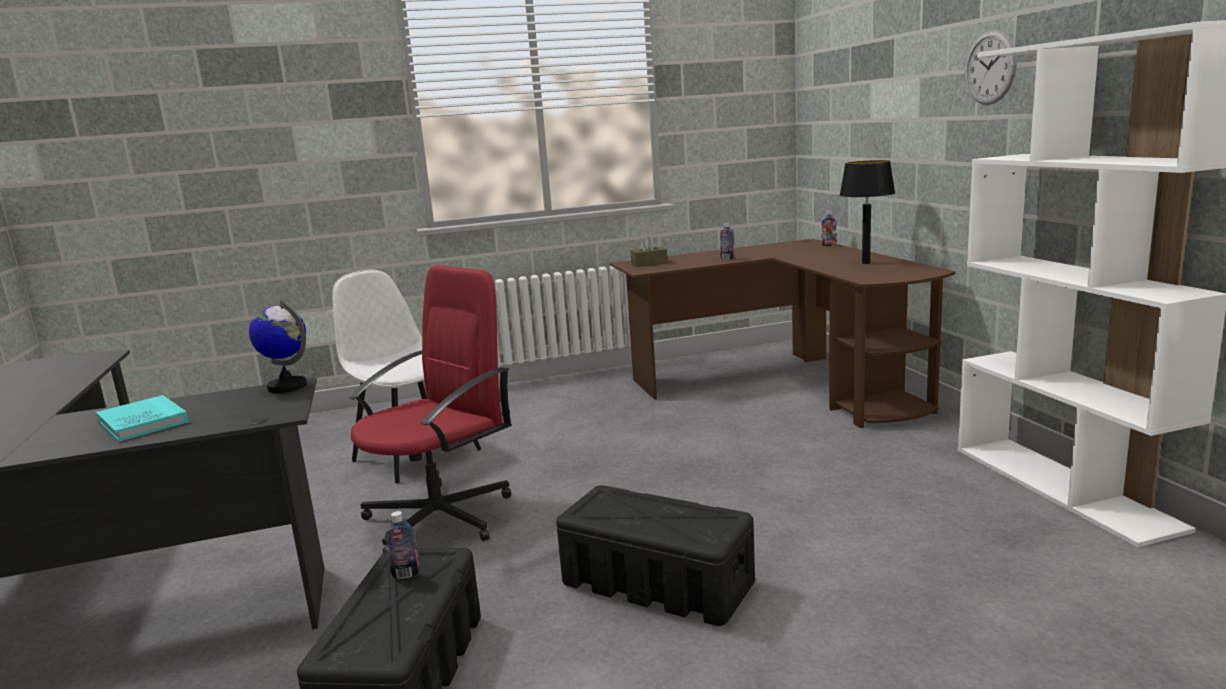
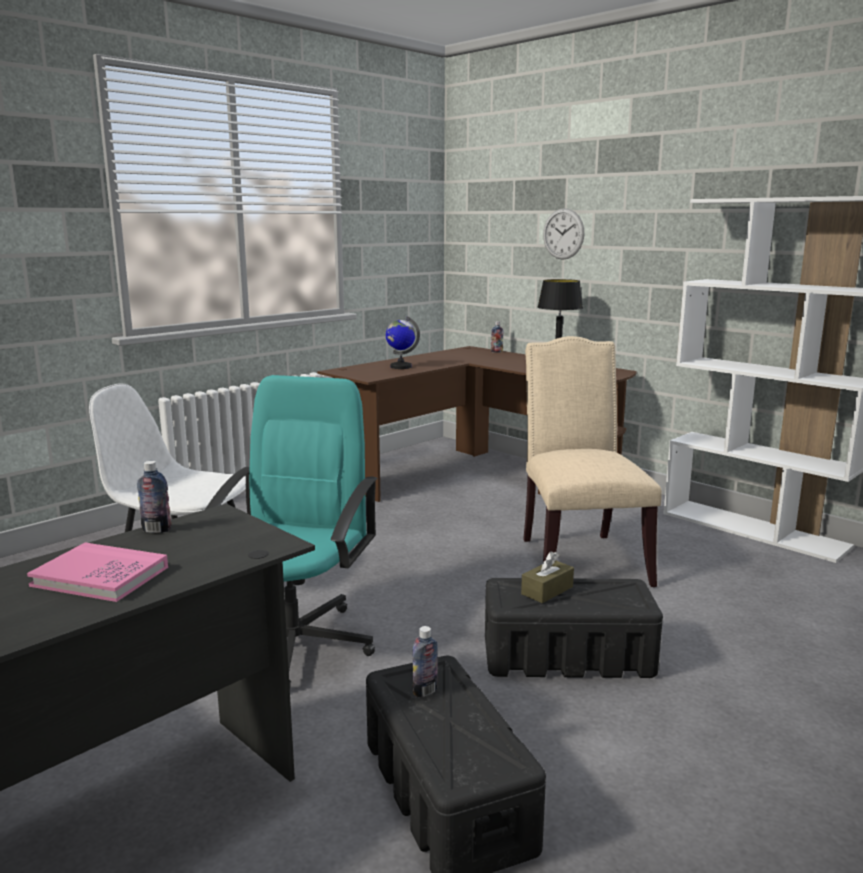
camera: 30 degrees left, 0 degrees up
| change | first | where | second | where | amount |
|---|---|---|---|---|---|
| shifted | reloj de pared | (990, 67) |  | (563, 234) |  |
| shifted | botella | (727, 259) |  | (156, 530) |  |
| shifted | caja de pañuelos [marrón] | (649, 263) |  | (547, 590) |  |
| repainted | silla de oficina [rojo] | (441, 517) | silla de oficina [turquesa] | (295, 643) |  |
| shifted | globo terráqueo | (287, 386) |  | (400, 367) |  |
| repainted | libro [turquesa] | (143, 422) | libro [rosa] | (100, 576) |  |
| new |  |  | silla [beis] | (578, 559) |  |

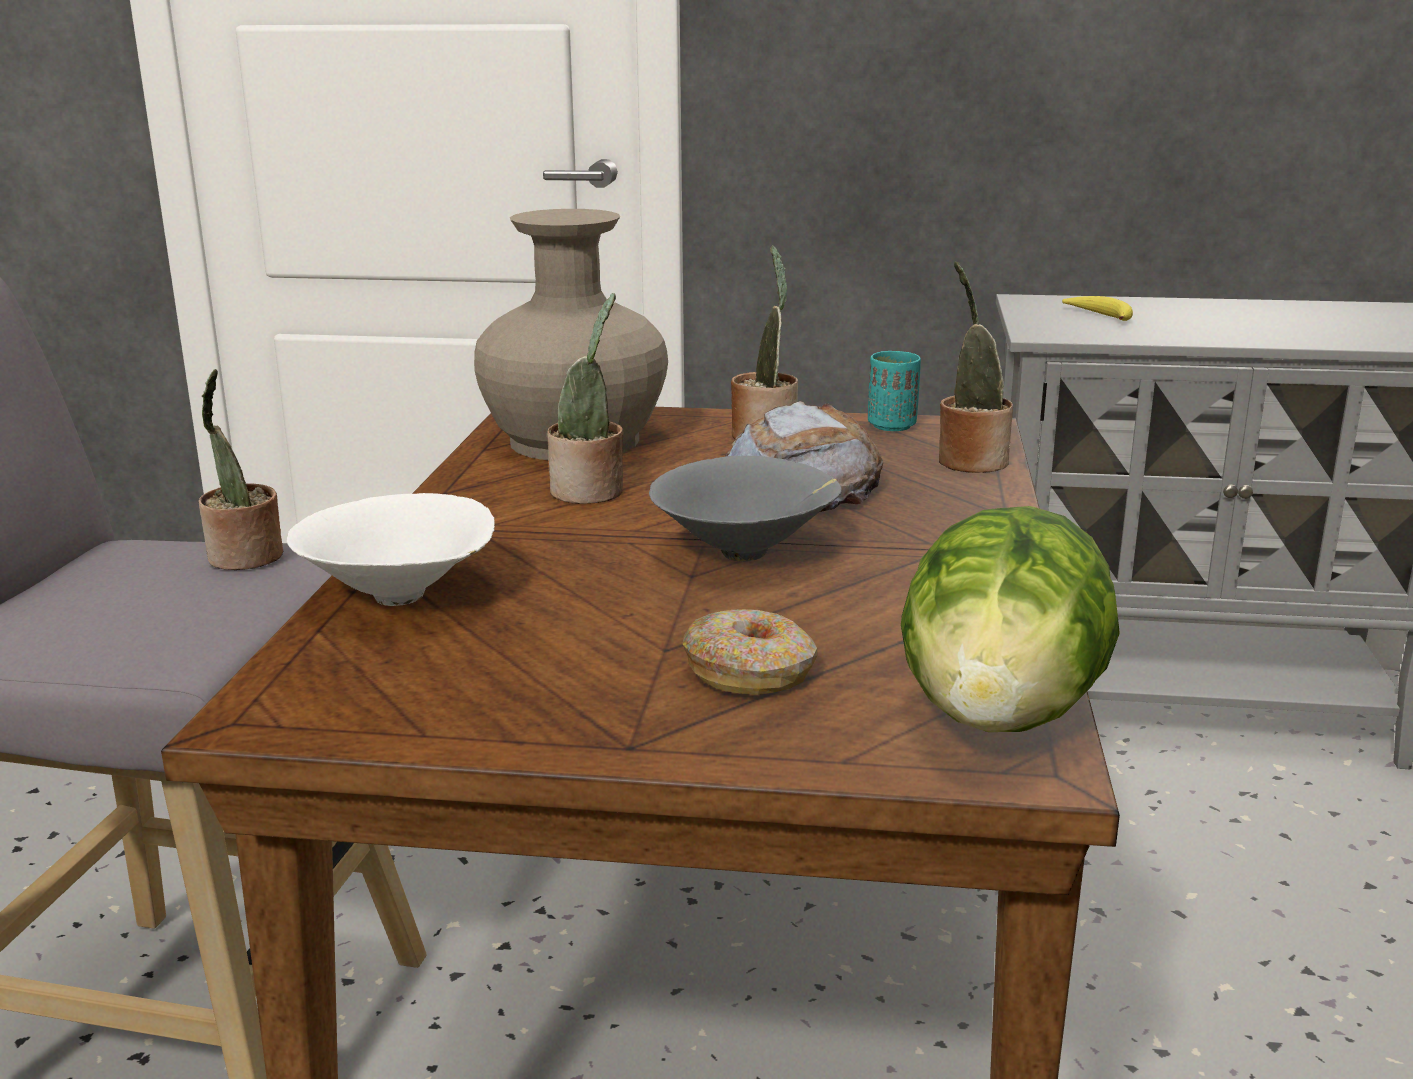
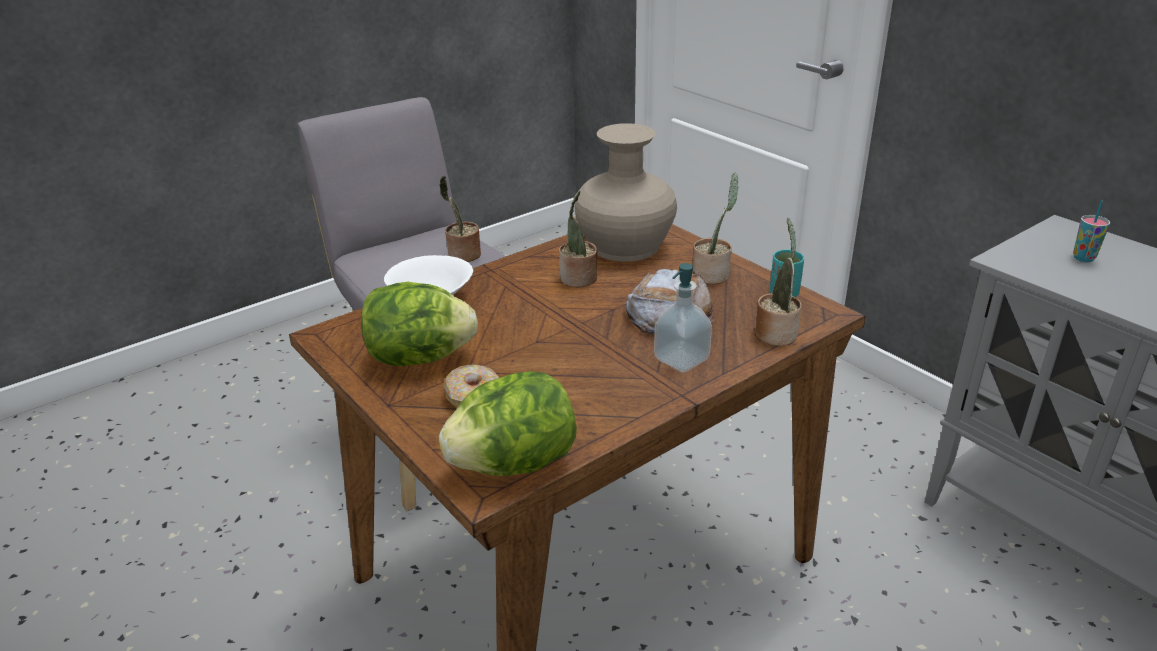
camera: 45 degrees right, 10 degrees up
| change | first | where | second | where | amount |
|---|---|---|---|---|---|
| swapped | plátano | (1100, 316) | taza | (1083, 258) |  |
| gone | cuenco [gris] | (748, 553) |  |  |  |
| new |  |  | dispensador de jabón | (681, 359) |  |
| new |  |  | lechuga | (419, 358) |  |

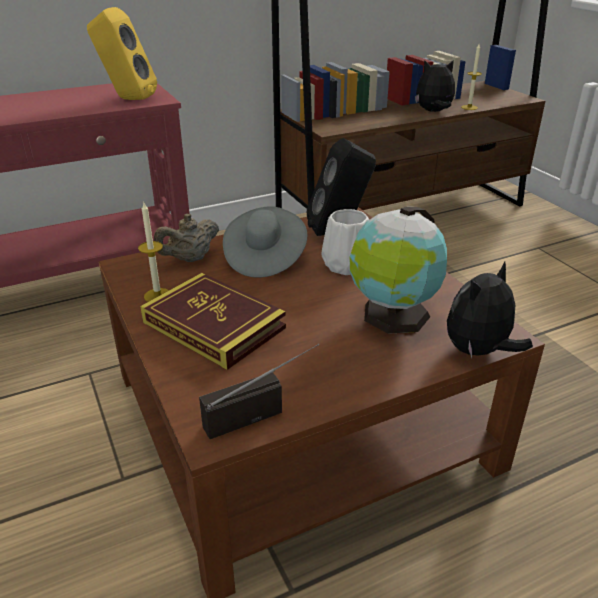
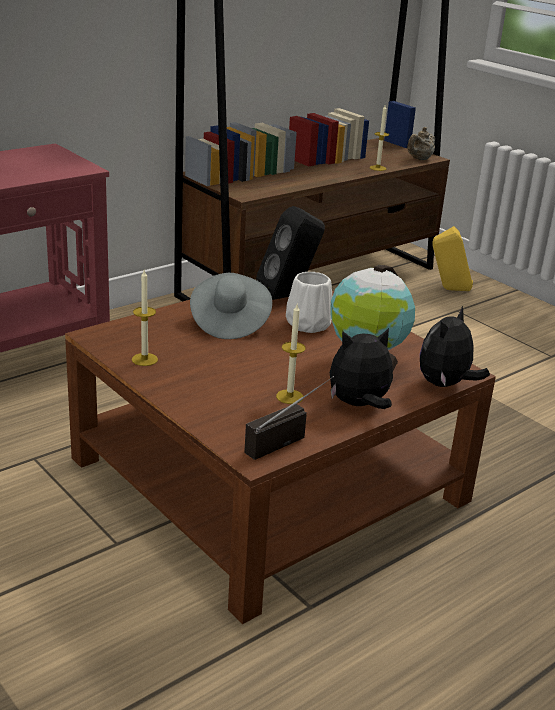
camera: 15 degrees left, 5 degrees down
| change | first | where | second | where | amount |
|---|---|---|---|---|---|
| shifted | altavoz [amarillo] | (127, 99) |  | (448, 289) |  |
| shifted | peluche | (433, 112) |  | (359, 405) |  |
| shifted | tetera [beis] | (190, 259) |  | (419, 159) |  |
| gone | libro | (214, 325) |  |  |  |
| new |  |  | vela | (289, 397) |  |

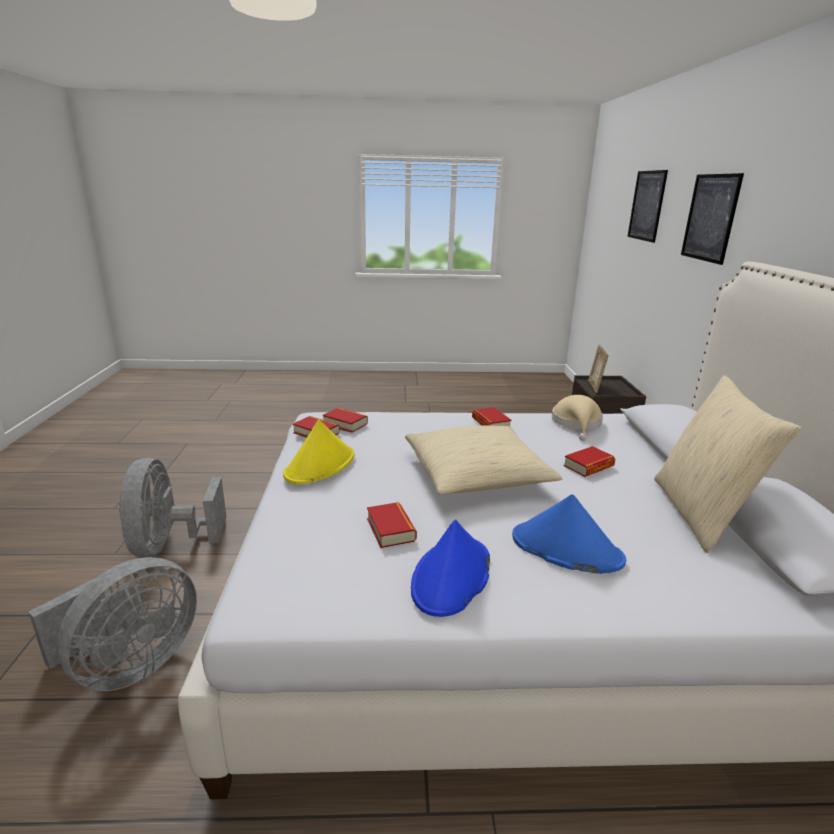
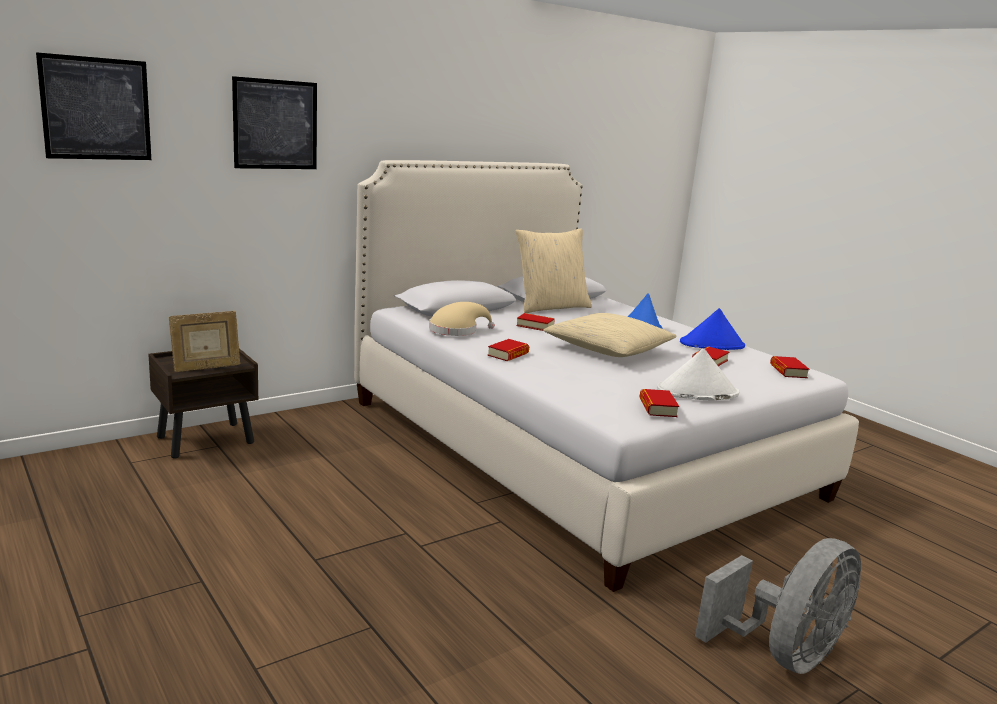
camera: 125 degrees left, 5 degrees down
| change | first | where | second | where | amount |
|---|---|---|---|---|---|
| shifted | libro | (345, 424) |  | (788, 371) |  |
| repainted | sombrero [amarillo] | (320, 465) | sombrero [blanco] | (697, 392) |  |
| gone | ventilador [gris] | (130, 666) |  |  |  |

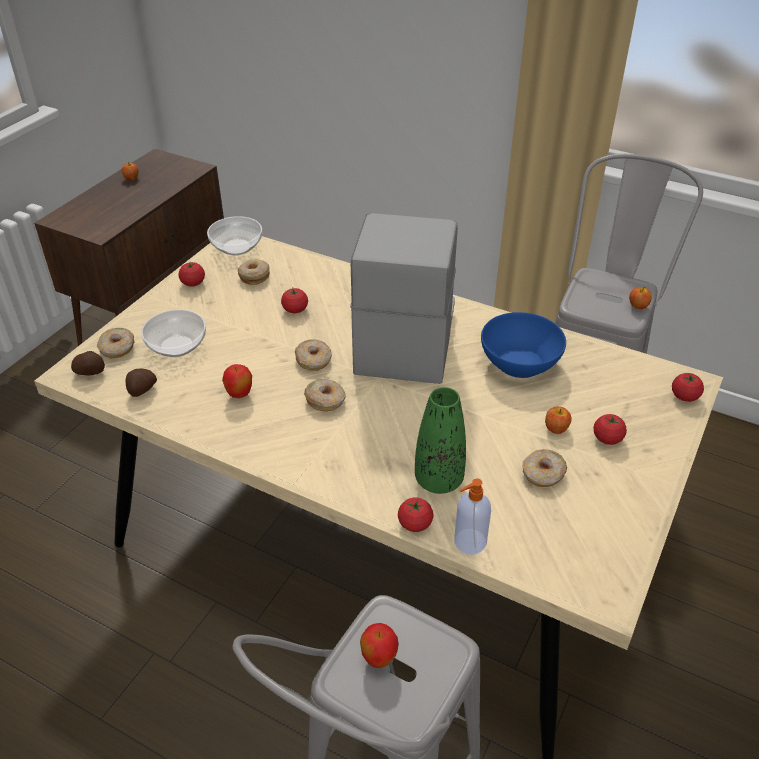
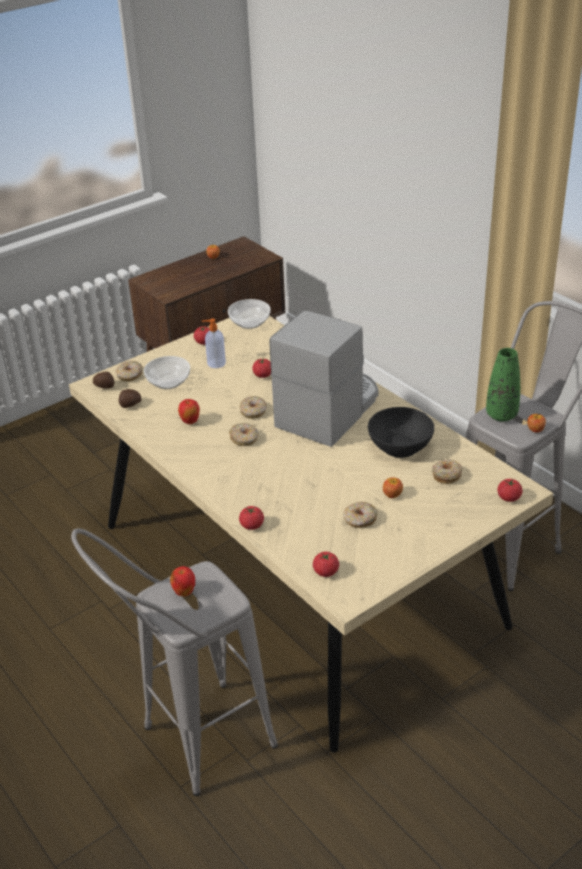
camera: 25 degrees right, 5 degrees down
| change | first | where | second | where | amount |
|---|---|---|---|---|---|
| shifted | rosquilla | (254, 276) |  | (446, 475) |  |
| repainted | cuenco [azul] | (520, 362) | cuenco [negro] | (400, 446) |  |
| shifted | florero [verde] | (438, 480) |  | (501, 415) |  |
| shifted | tomate | (607, 438) |  | (326, 572) |  |
| shifted | dispensador de jabón | (469, 542) |  | (215, 363) |  |

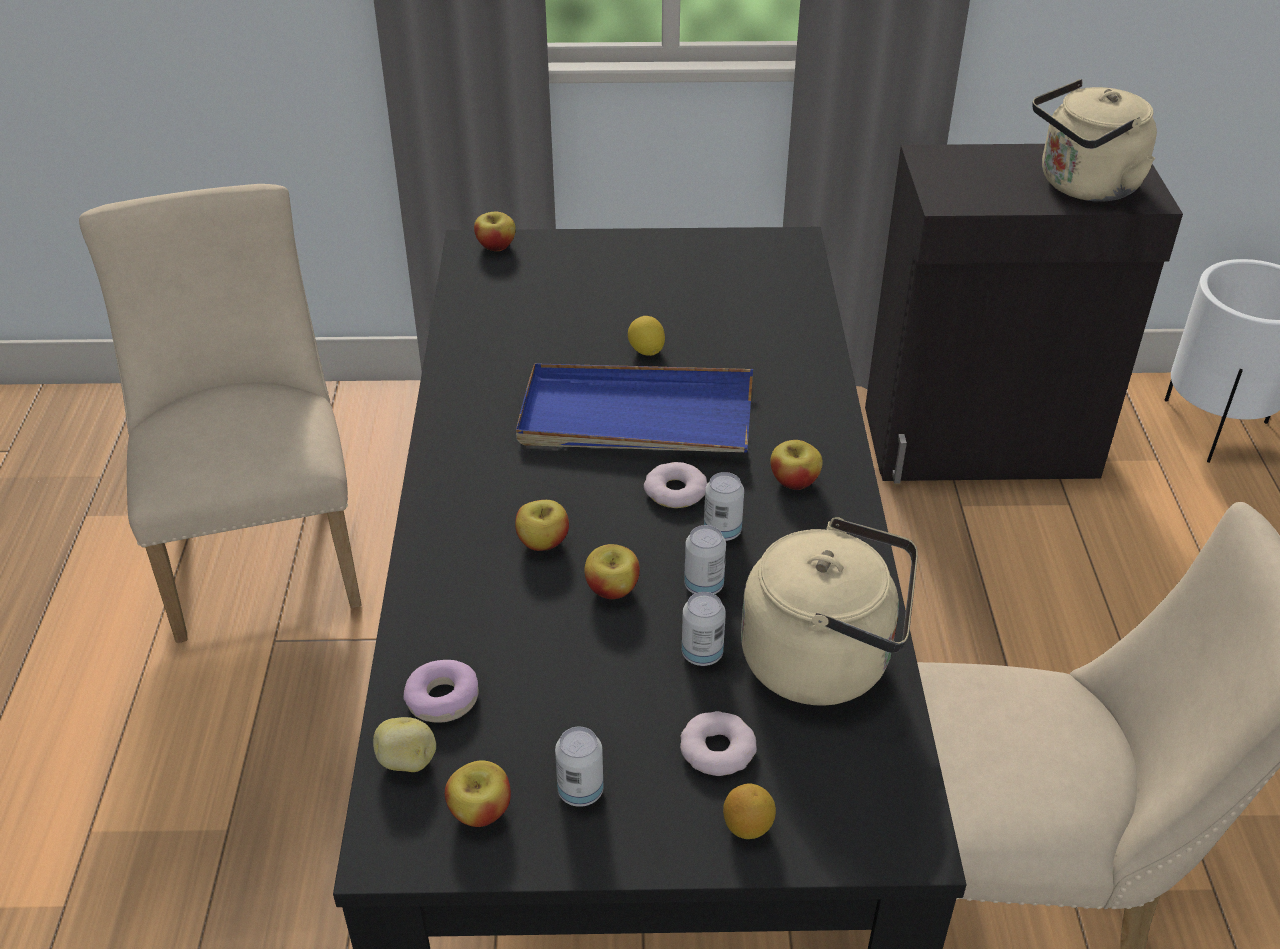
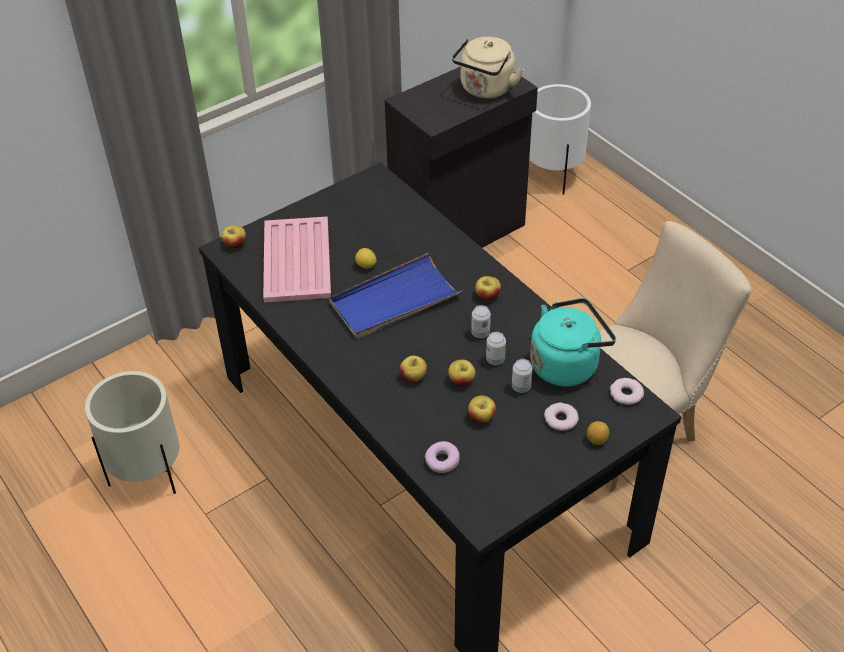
camera: 35 degrees left, 5 degrees up
| change | first | where | second | where | amount |
|---|---|---|---|---|---|
| swapped | silla [beis] | (262, 548) | maceta [beis] | (148, 473) |  |
| shifted | rosquilla | (675, 491) |  | (626, 394) |  |
| repainted | hervidor [beis] | (825, 661) | hervidor [turquesa] | (567, 364) |  |
| gone | patata | (407, 761) |  |  |  |
| gone | lata | (580, 791) |  |  |  |
| shifted | manzana | (480, 811) |  | (481, 417) |  |
| new |  |  | bandeja [rosa] | (296, 261) |  |

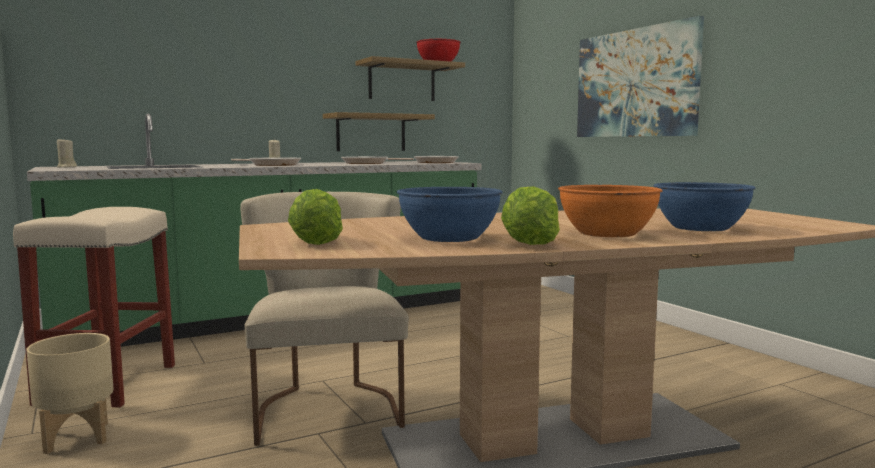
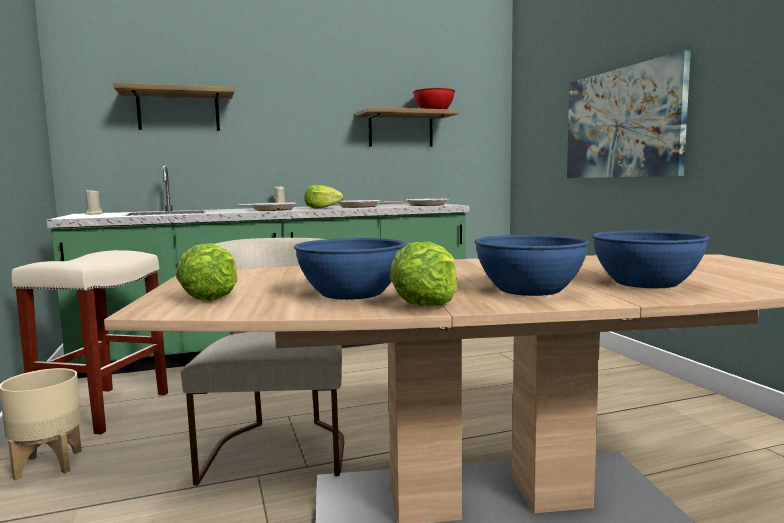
camera: 10 degrees right, 0 degrees up
| change | first | where | second | where | amount |
|---|---|---|---|---|---|
| shifted | estante | (371, 133) |  | (178, 111) |  |
| repainted | cuenco [naranja] | (607, 233) | cuenco [azul] | (529, 290) |  |
| new |  |  | lechuga | (322, 208) |  |

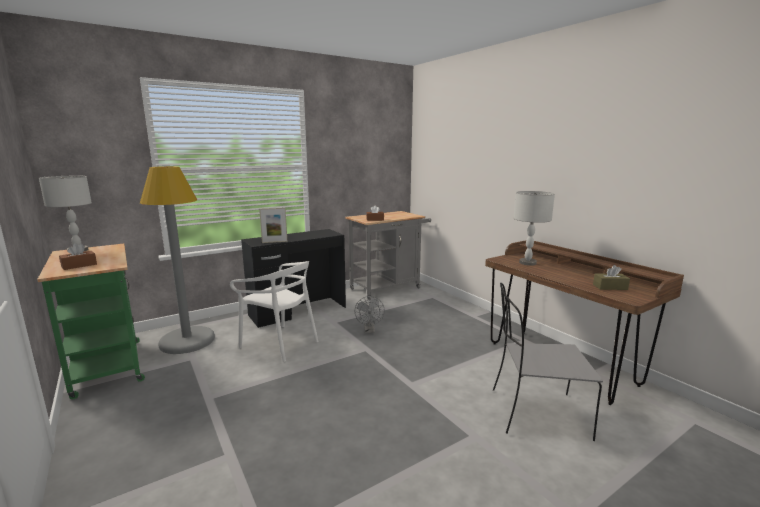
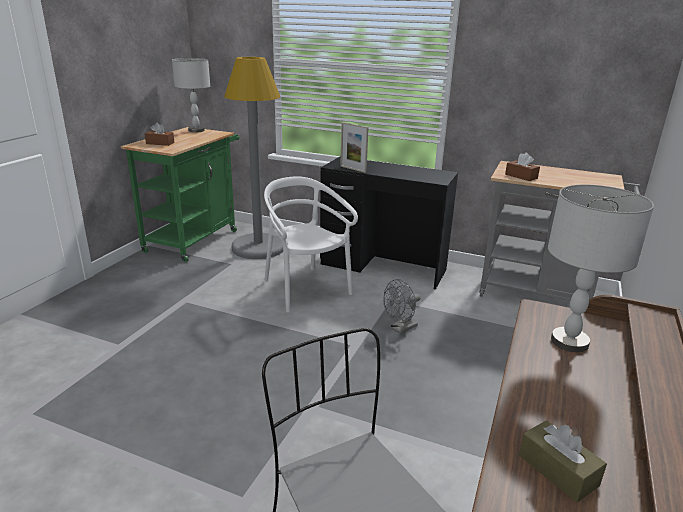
camera: 55 degrees right, 10 degrees up
| change | first | where | second | where | amount |
|---|---|---|---|---|---|
| rotated | silla [blanco] | (280, 343) |  | (305, 289) | 150 degrees clockwise |

